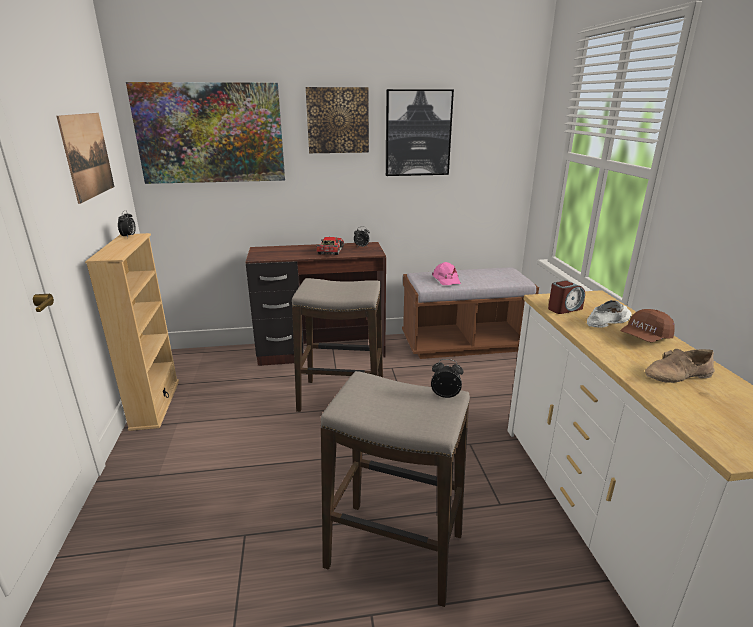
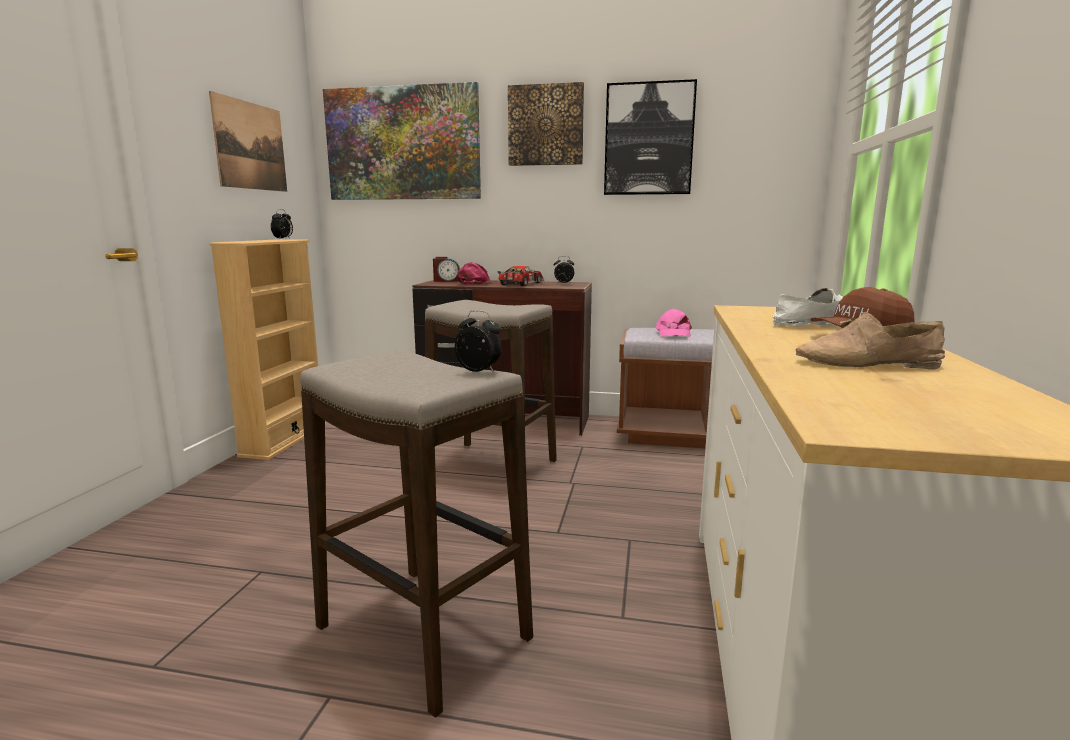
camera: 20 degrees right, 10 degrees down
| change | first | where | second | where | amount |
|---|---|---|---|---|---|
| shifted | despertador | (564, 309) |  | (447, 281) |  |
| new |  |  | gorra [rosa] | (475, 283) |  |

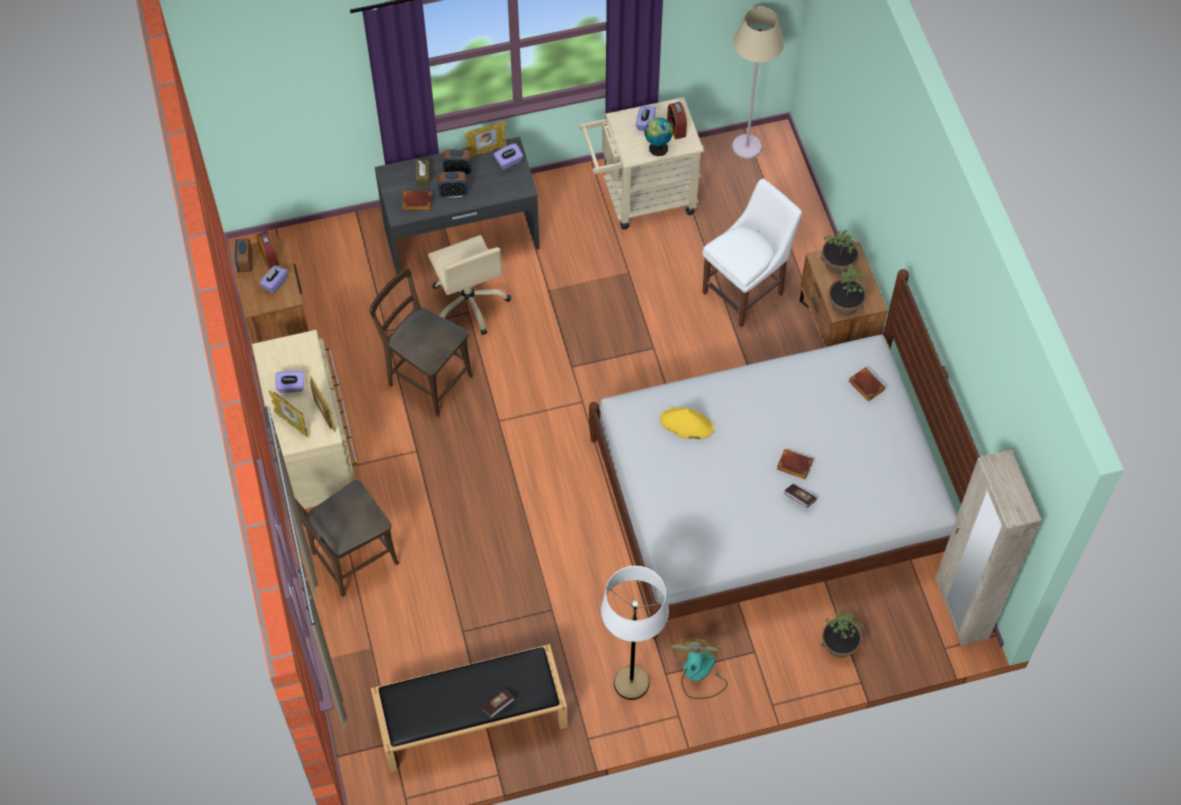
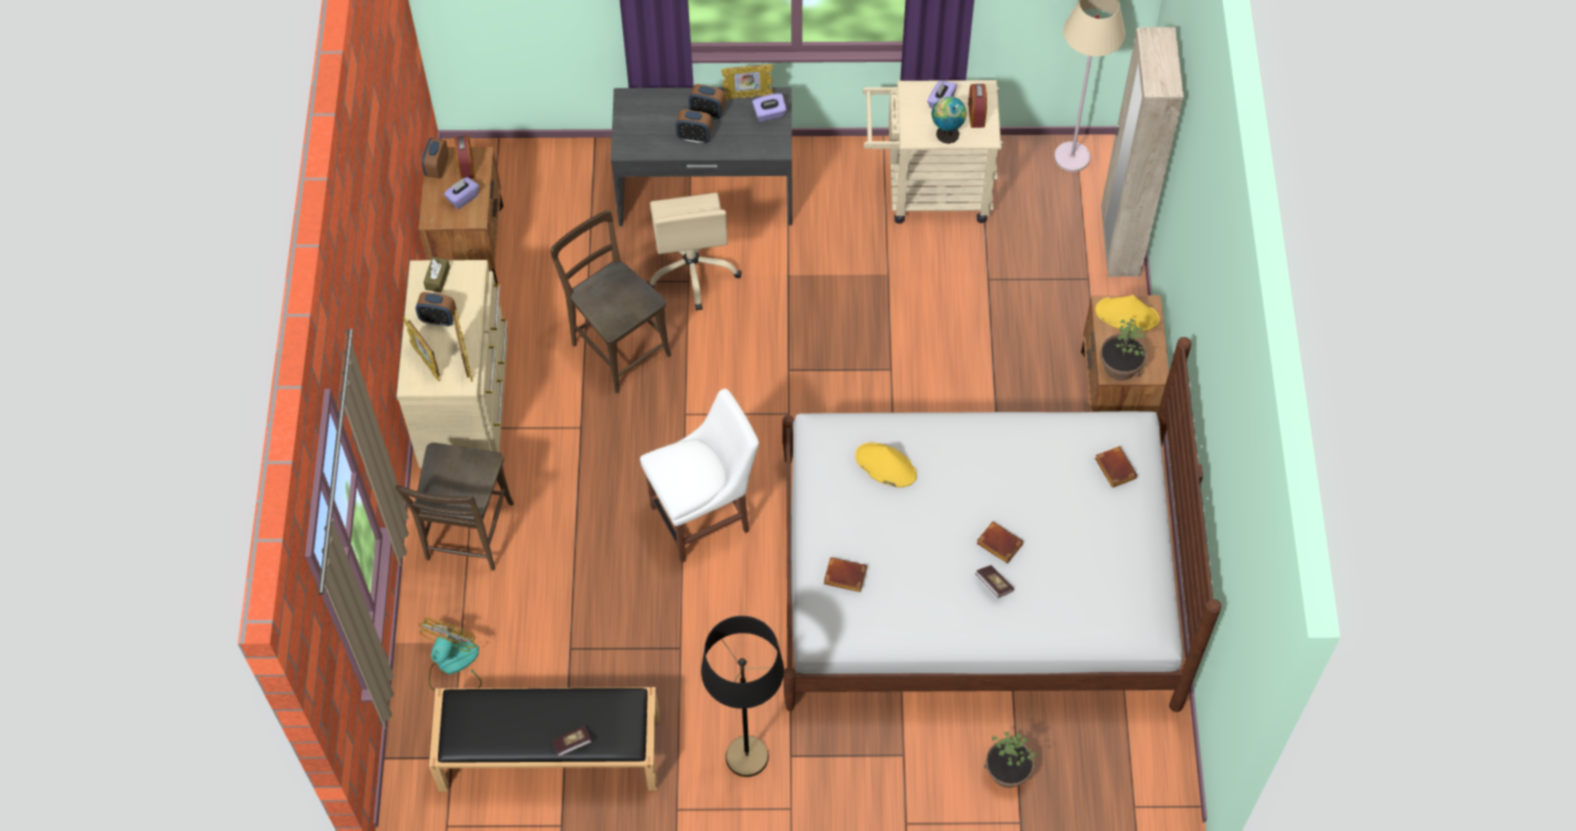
camera: 15 degrees right, 0 degrees up
| change | first | where | second | where | amount |
|---|---|---|---|---|---|
| shifted | caja de pañuelos [marrón] | (423, 176) |  | (437, 278) |  |
| shifted | silla [blanco] | (746, 291) |  | (705, 517) |  |
| shifted | libro [marrón] | (416, 203) |  | (843, 577) |  |
| swapped | planta en maceta | (838, 263) | sombrero [amarillo] | (1127, 315) |  |
| swapped | caja de pañuelos [morado] | (291, 387) | despertador | (438, 319) |  |
| shifted | armario ropero [beis] | (960, 610) |  | (1119, 243) |  |
| rotated | silla [marrón] | (350, 560) |  | (467, 536) | 60 degrees counterclockwise |
| repainted | lámpara de pie [blanco] | (631, 683) | lámpara de pie [negro] | (747, 757) |  |
| shifted | ventilador | (698, 674) |  | (453, 666) |  |

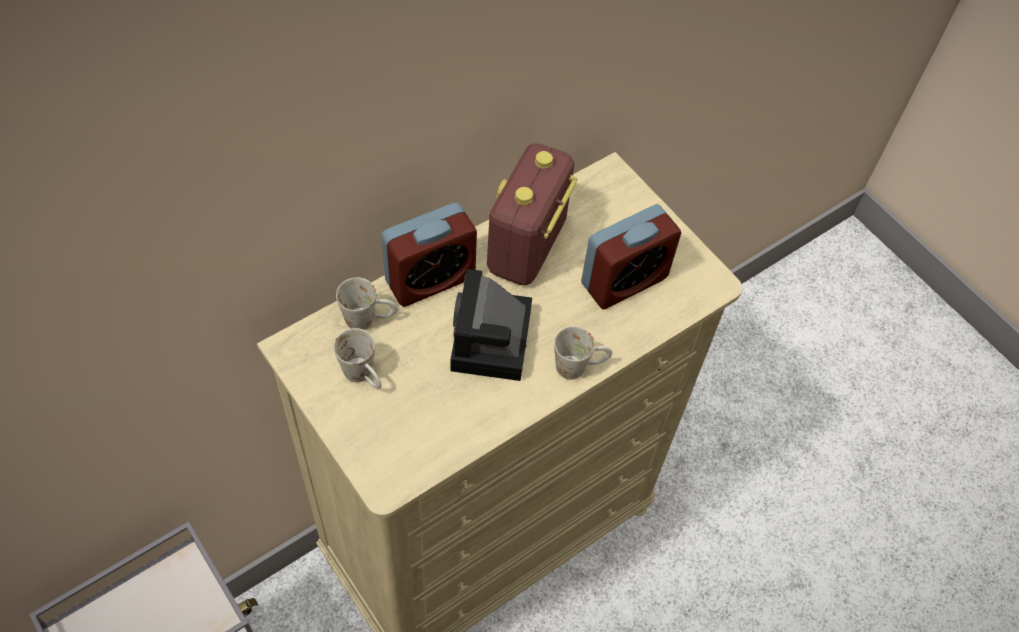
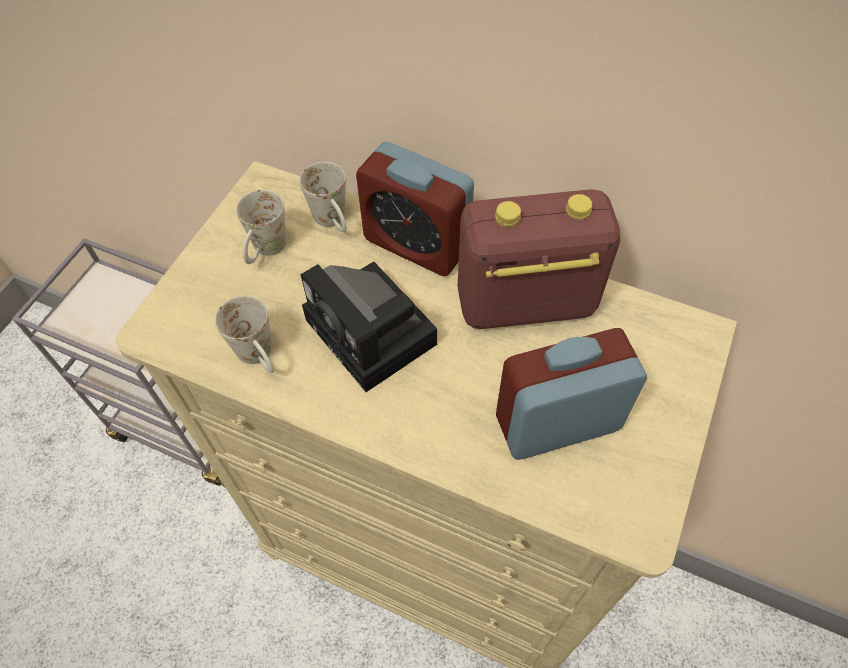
camera: 65 degrees right, 0 degrees up
| change | first | where | second | where | amount |
|---|---|---|---|---|---|
| rotated | despertador | (624, 281) |  | (557, 423) | 135 degrees clockwise |
| rotated | cámara | (491, 343) |  | (375, 335) | 105 degrees counterclockwise |
| shifted | taza grande [blanco] | (579, 366) |  | (260, 357) |  |

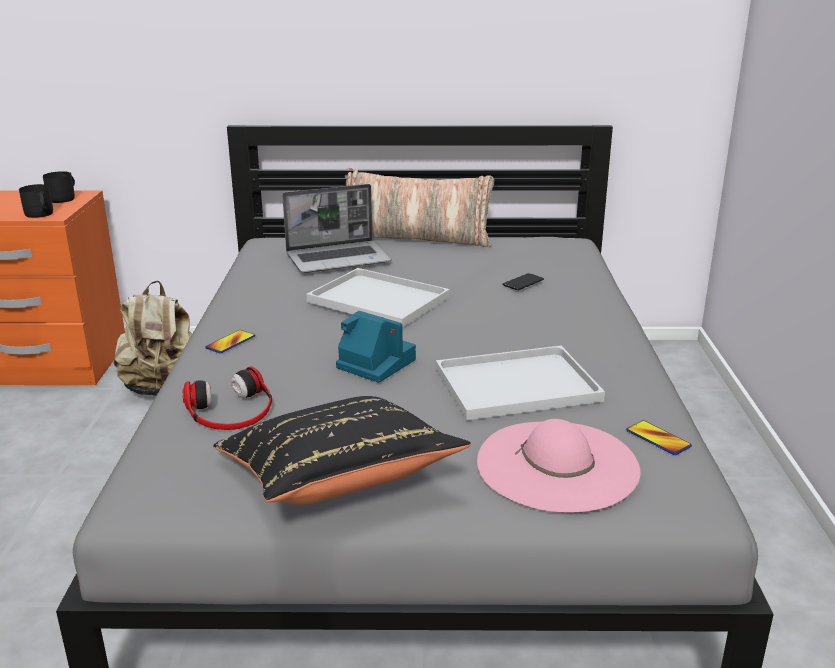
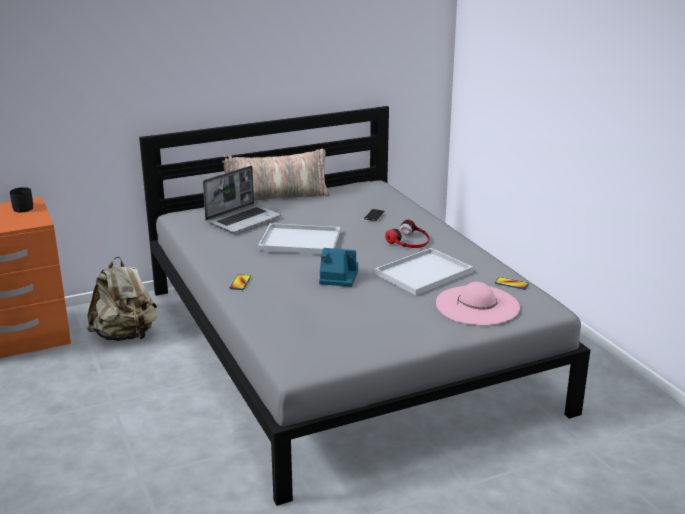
camera: 25 degrees left, 0 degrees up
| change | first | where | second | where | amount |
|---|---|---|---|---|---|
| gone | taza grande [negro] | (40, 215) |  |  |  |
| shifted | auriculares | (231, 410) |  | (409, 241) |  |
| gone | cojín [negro] | (337, 481) |  |  |  |

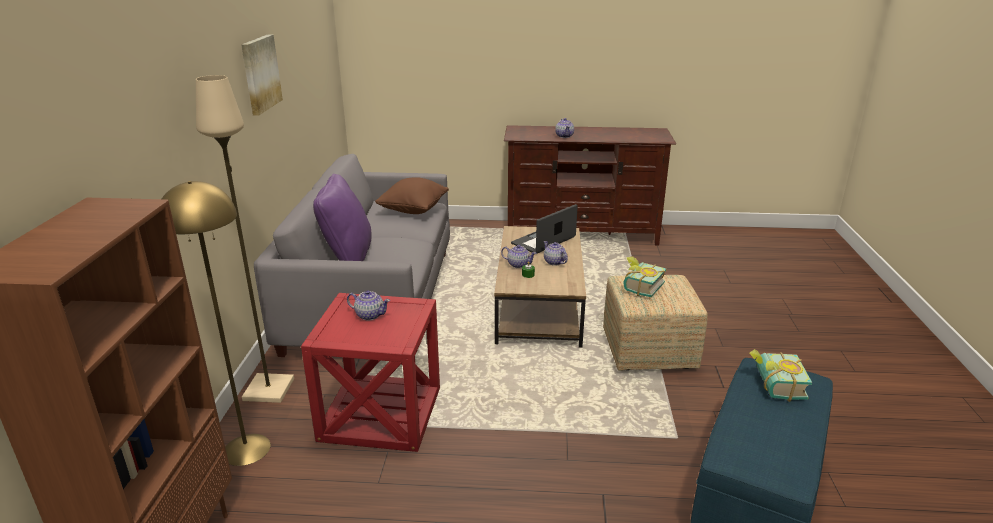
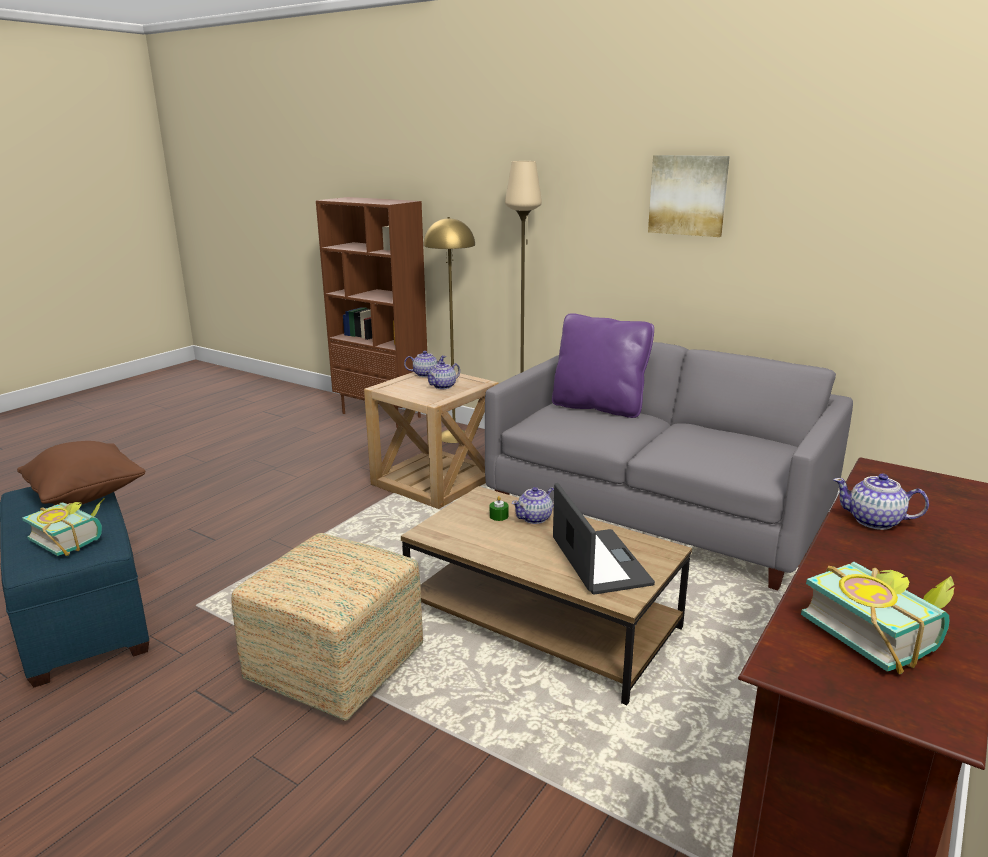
camera: 120 degrees right, 5 degrees down
| change | first | where | second | where | amount |
|---|---|---|---|---|---|
| shifted | cojín [marrón] | (413, 210) |  | (86, 496) |  |
| shifted | tetera | (554, 262) |  | (425, 374) |  |
| shifted | libro | (639, 287) |  | (877, 633) |  |
| repainted | mesa auxiliar [rojo] | (381, 413) | mesa auxiliar [beis] | (435, 480) |  |

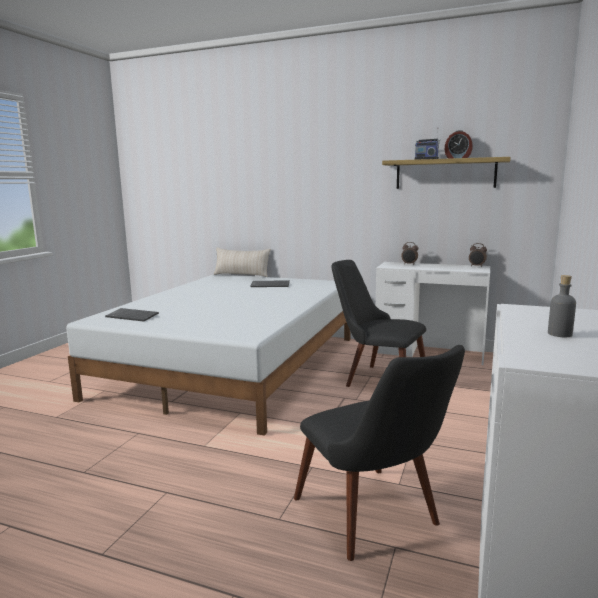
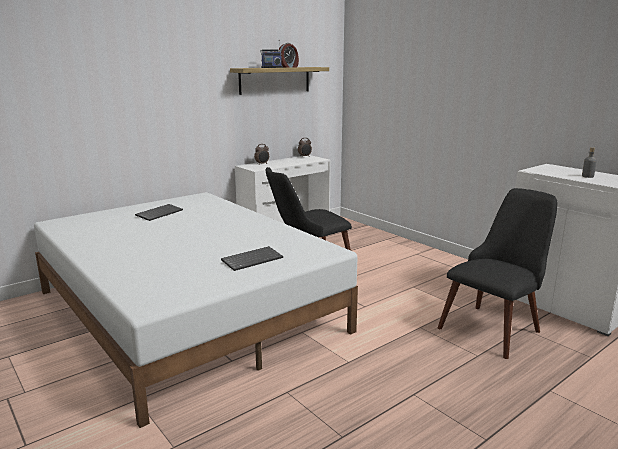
camera: 60 degrees left, 5 degrees up
| change | first | where | second | where | amount |
|---|---|---|---|---|---|
| gone | cojín [beis] | (242, 275) |  |  |  |
| shifted | teclado | (133, 316) |  | (252, 259) |  |
| rotated | silla [negro] | (376, 520) |  | (495, 325) | 45 degrees counterclockwise |

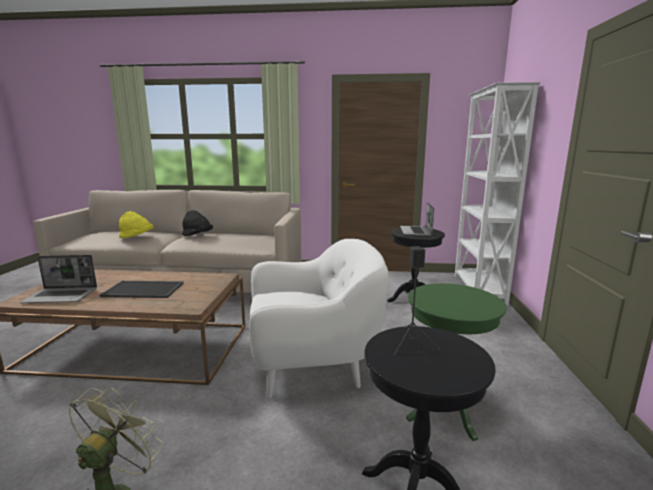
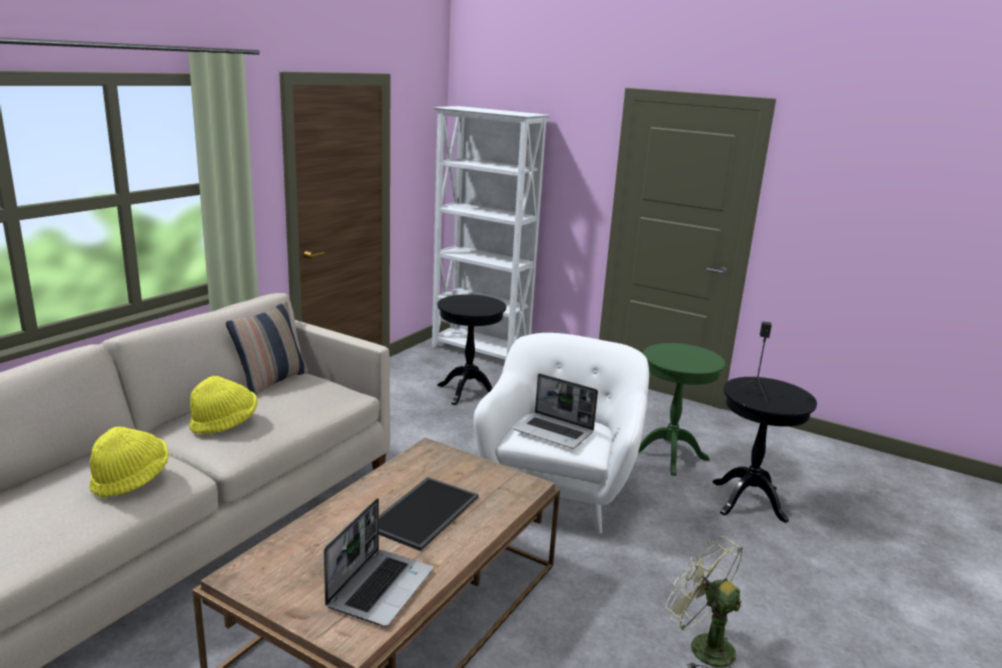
camera: 65 degrees left, 5 degrees up
| change | first | where | second | where | amount |
|---|---|---|---|---|---|
| shifted | portátil | (416, 232) |  | (554, 432) |  |
| repainted | sombrero [negro] | (197, 236) | sombrero [amarillo] | (224, 423) |  |
| new |  |  | cojín | (271, 382) |  |

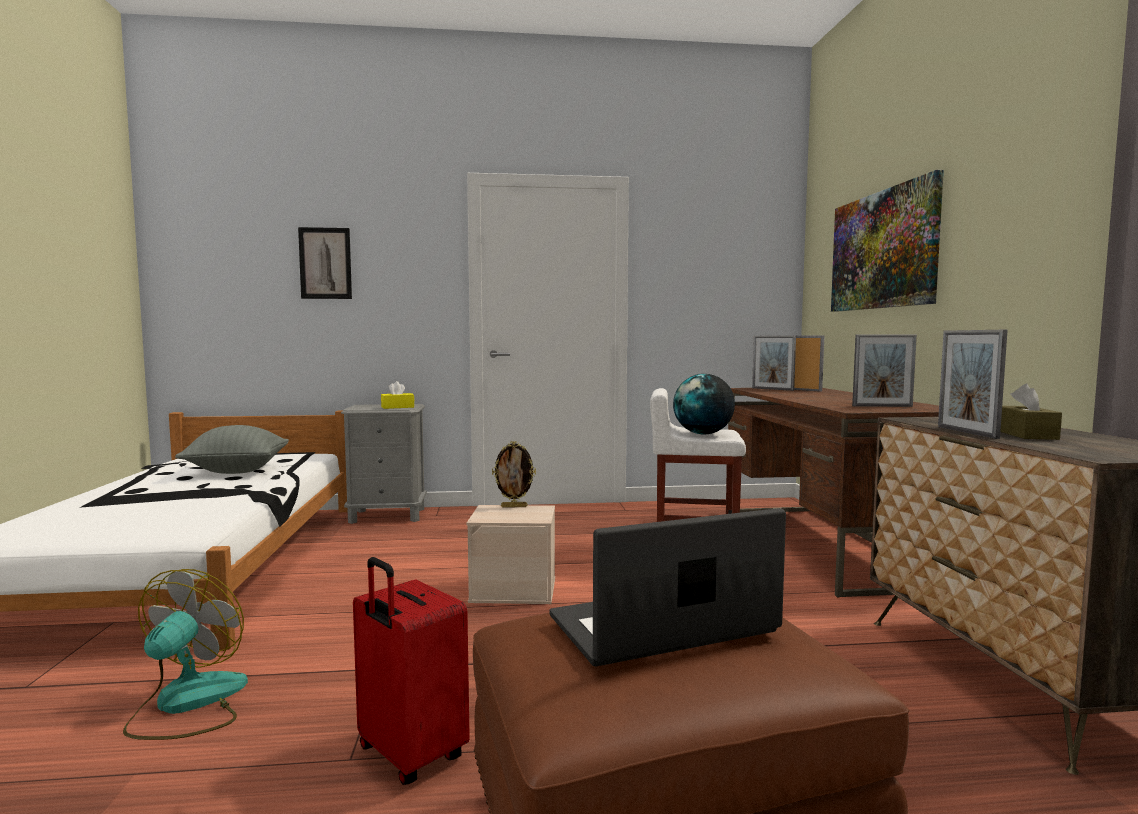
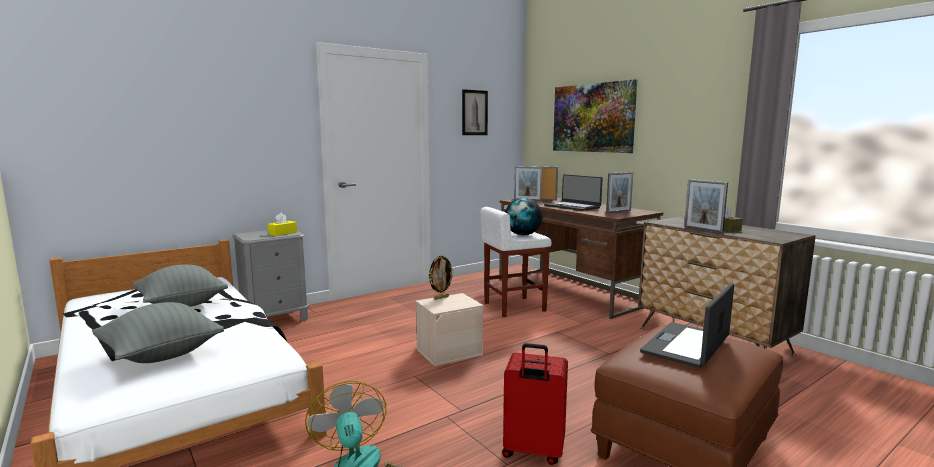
camera: 30 degrees left, 5 degrees up
| change | first | where | second | where | amount |
|---|---|---|---|---|---|
| shifted | cuadro | (325, 263) |  | (474, 112) |  |
| new |  |  | portátil | (572, 206) |  |
| new |  |  | cojín [gris] | (161, 355) |  |

